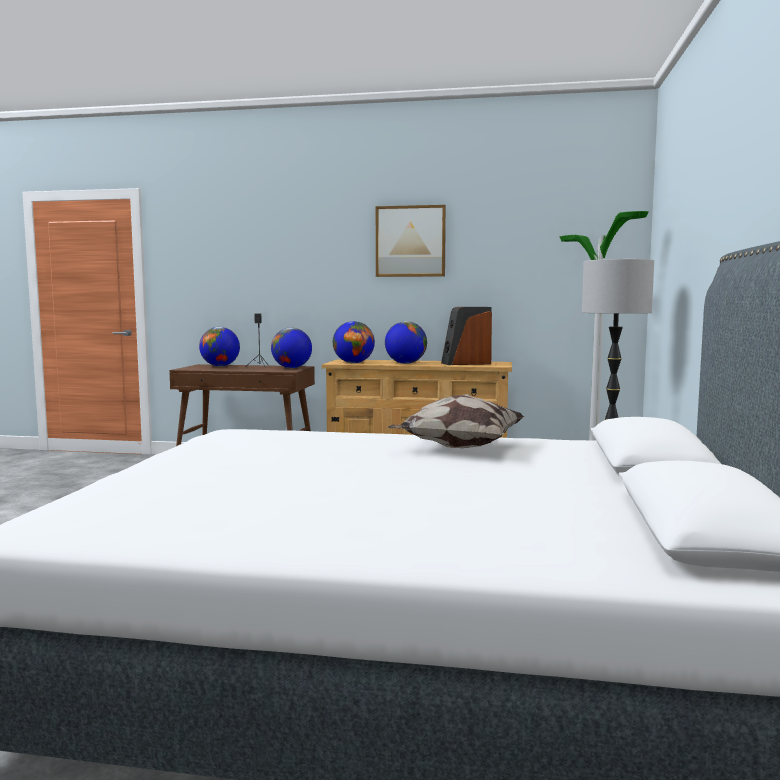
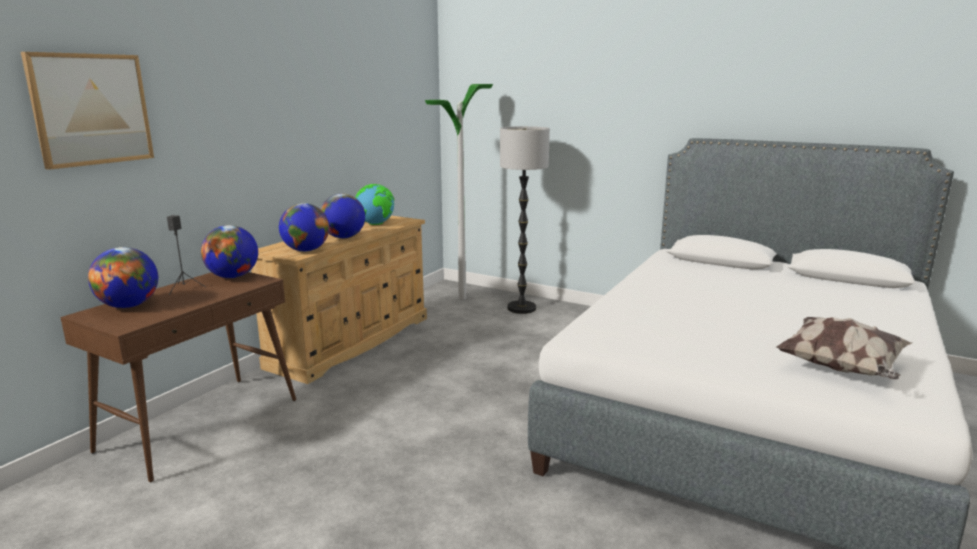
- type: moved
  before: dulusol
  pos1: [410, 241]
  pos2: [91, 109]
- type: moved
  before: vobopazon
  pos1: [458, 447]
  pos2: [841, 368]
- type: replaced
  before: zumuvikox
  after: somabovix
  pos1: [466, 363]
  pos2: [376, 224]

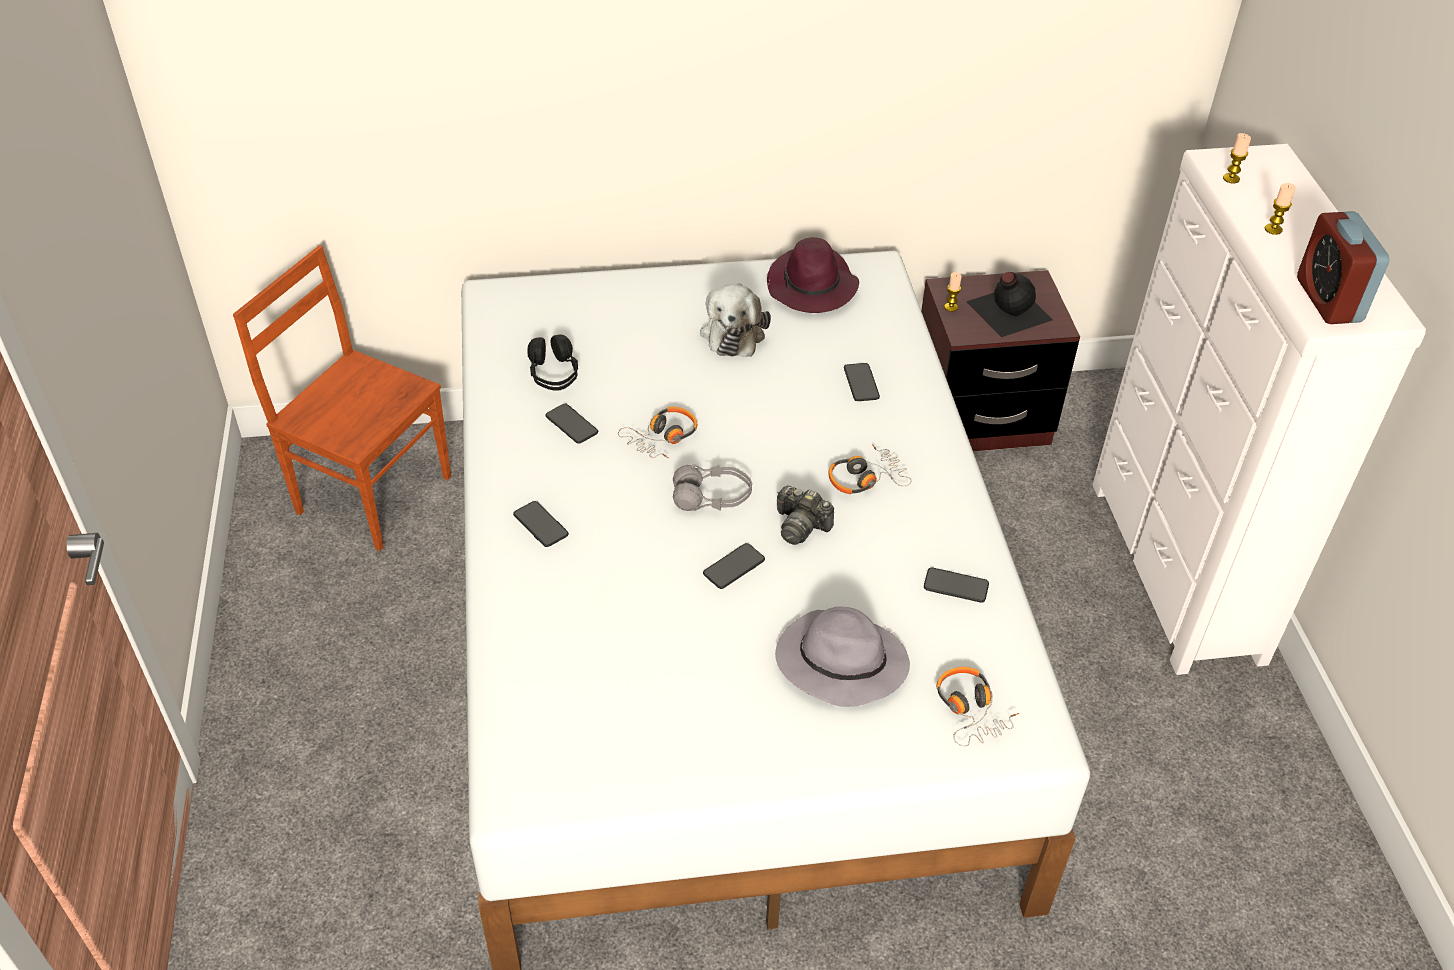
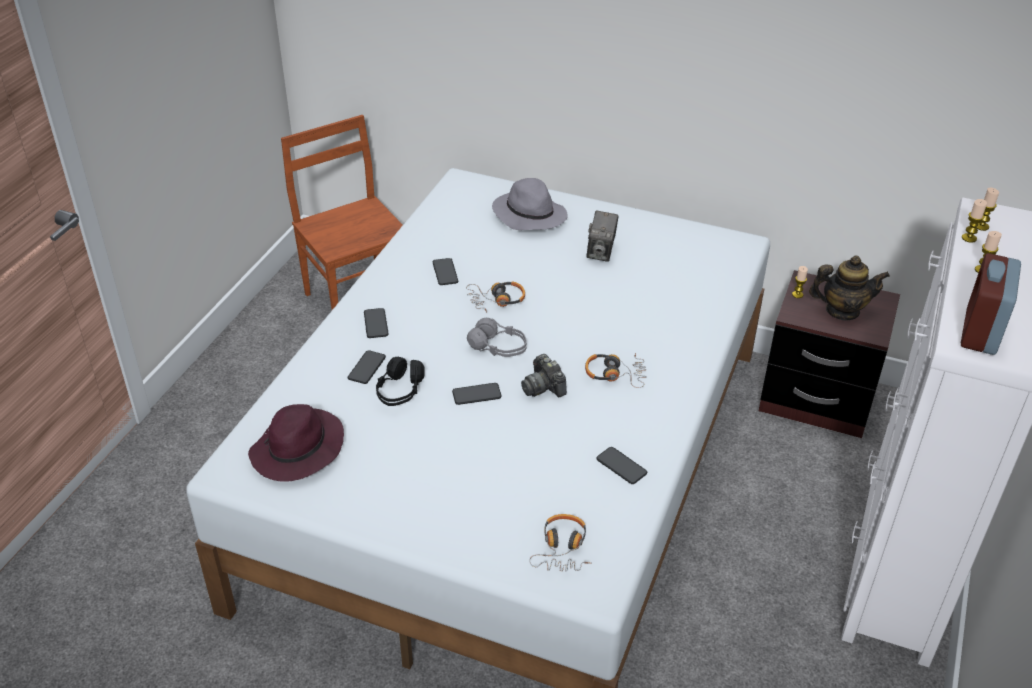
- type: moved
  before: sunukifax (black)
  pos1: [554, 374]
  pos2: [400, 391]
- type: replaced
  before: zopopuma
  after: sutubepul
  pos1: [733, 332]
  pos2: [601, 252]
- type: moved
  before: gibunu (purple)
  pos1: [812, 287]
  pos2: [298, 451]
- type: moved
  before: gibunu (grey)
  pos1: [839, 663]
  pos2: [528, 215]
- type: moved
  before: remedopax
  pos1: [861, 383]
  pos2: [366, 368]
- type: replaced
  before: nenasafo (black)
  after: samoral
  pos1: [1007, 310]
  pos2: [842, 311]
- type: added
  after: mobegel
  pos2: [969, 238]

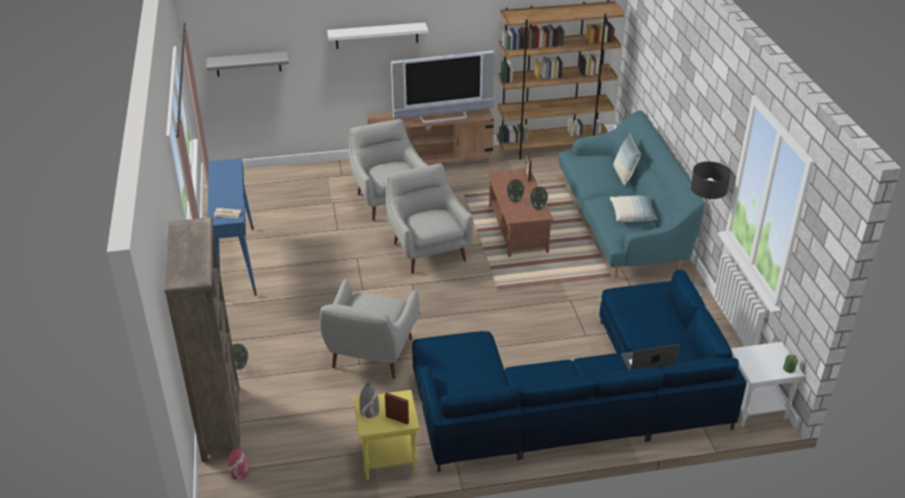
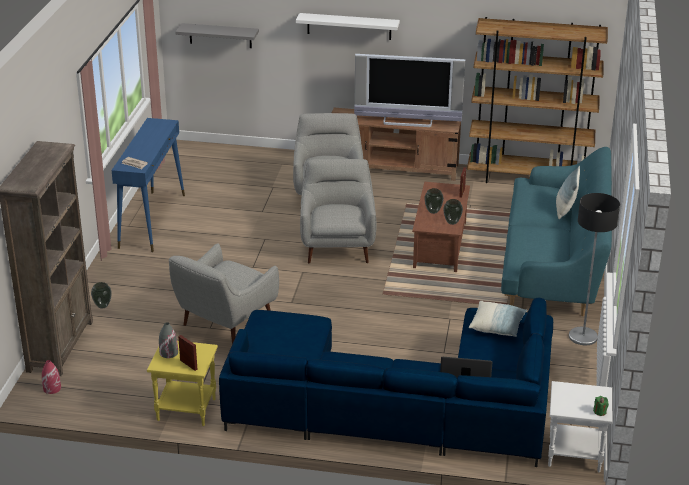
- type: moved
  before: vobopazon
  pos1: [632, 215]
  pos2: [497, 326]

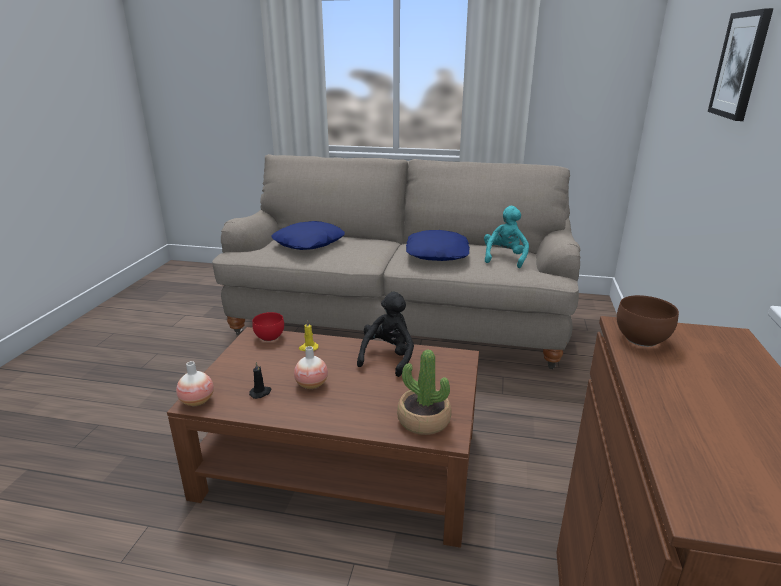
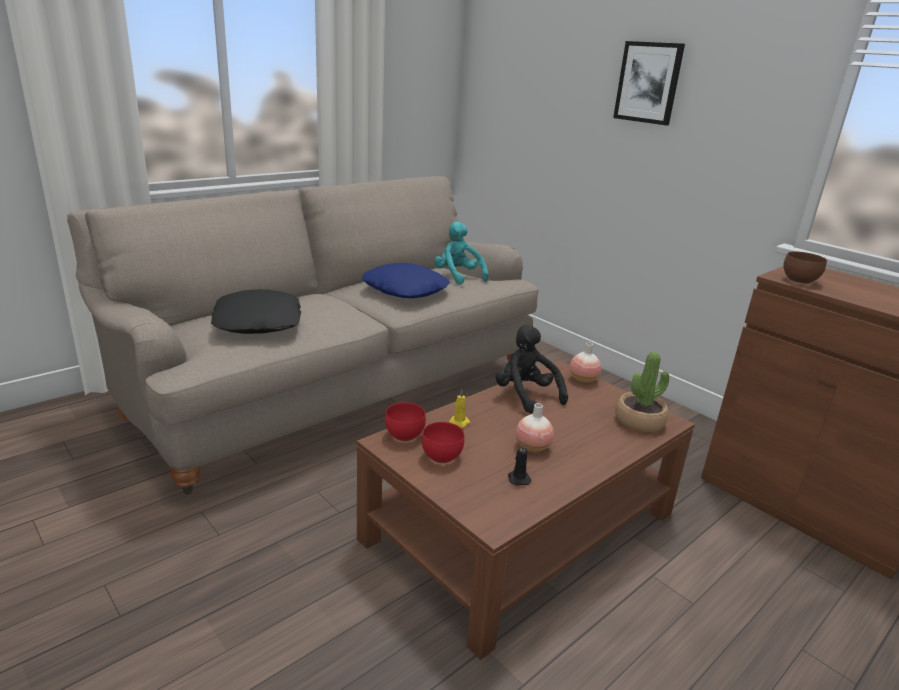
- type: moved
  before: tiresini
  pos1: [197, 401]
  pos2: [583, 379]
- type: recoloured
  before: vobopazon (blue)
  after: vobopazon (black)
  pos1: [309, 243]
  pos2: [259, 322]
- type: added
  after: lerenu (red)
  pos2: [443, 456]

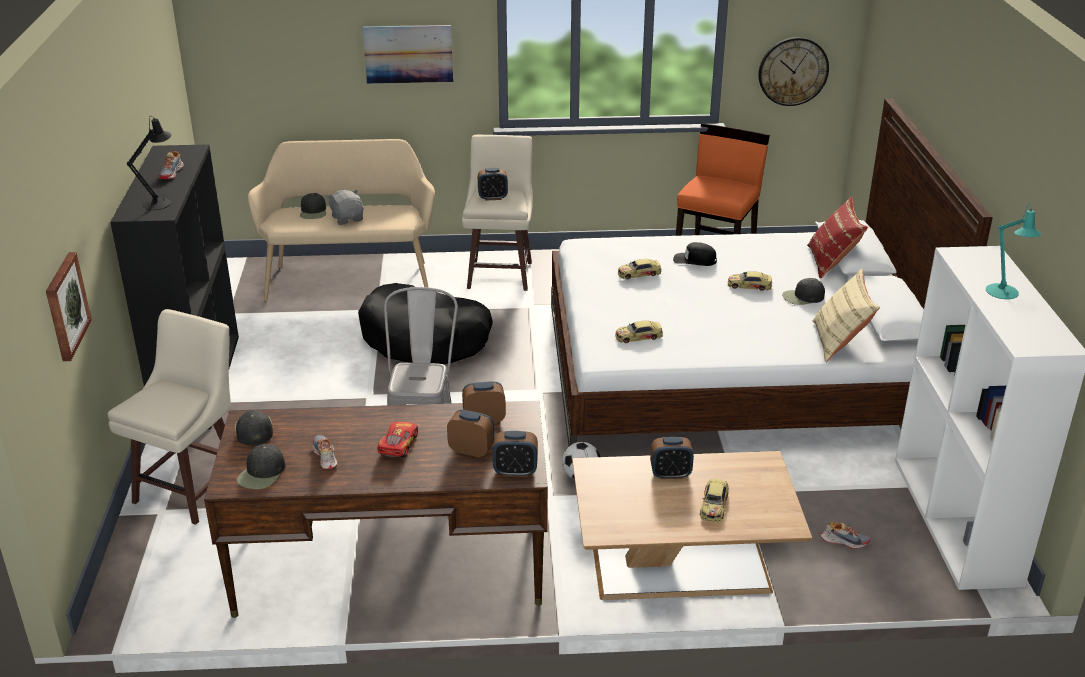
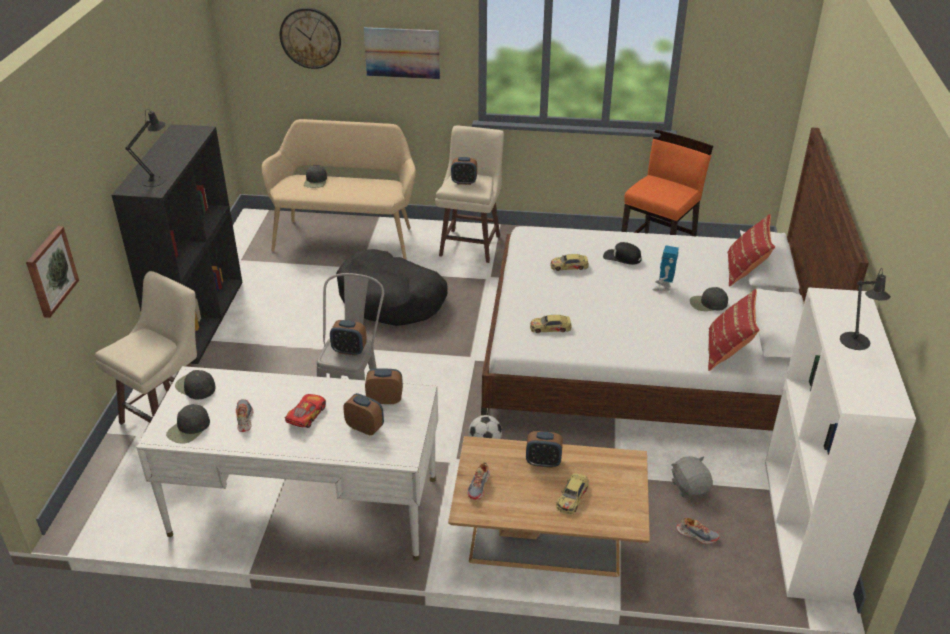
- type: moved
  before: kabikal
  pos1: [172, 173]
  pos2: [479, 486]
- type: recoloured
  before: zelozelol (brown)
  after: zelozelol (white)
  pos1: [390, 565]
  pos2: [305, 506]
- type: turned
  before: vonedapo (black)
  pos1: [253, 430]
  pos2: [195, 387]
  turn: -45
- type: moved
  before: zopopuma (grey)
  pos1: [348, 218]
  pos2: [690, 487]
- type: moved
  before: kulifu
  pos1: [515, 471]
  pos2: [349, 350]
- type: replaced
  before: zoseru
  after: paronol
  pos1: [749, 285]
  pos2: [663, 287]
- type: moved
  before: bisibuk
  pos1: [793, 71]
  pos2: [310, 38]
- type: recoloured
  before: vobopazon (beige)
  after: vobopazon (red)
  pos1: [839, 342]
  pos2: [727, 352]
- type: recoloured
  before: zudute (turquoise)
  after: zudute (black)
  pos1: [1004, 294]
  pos2: [856, 344]

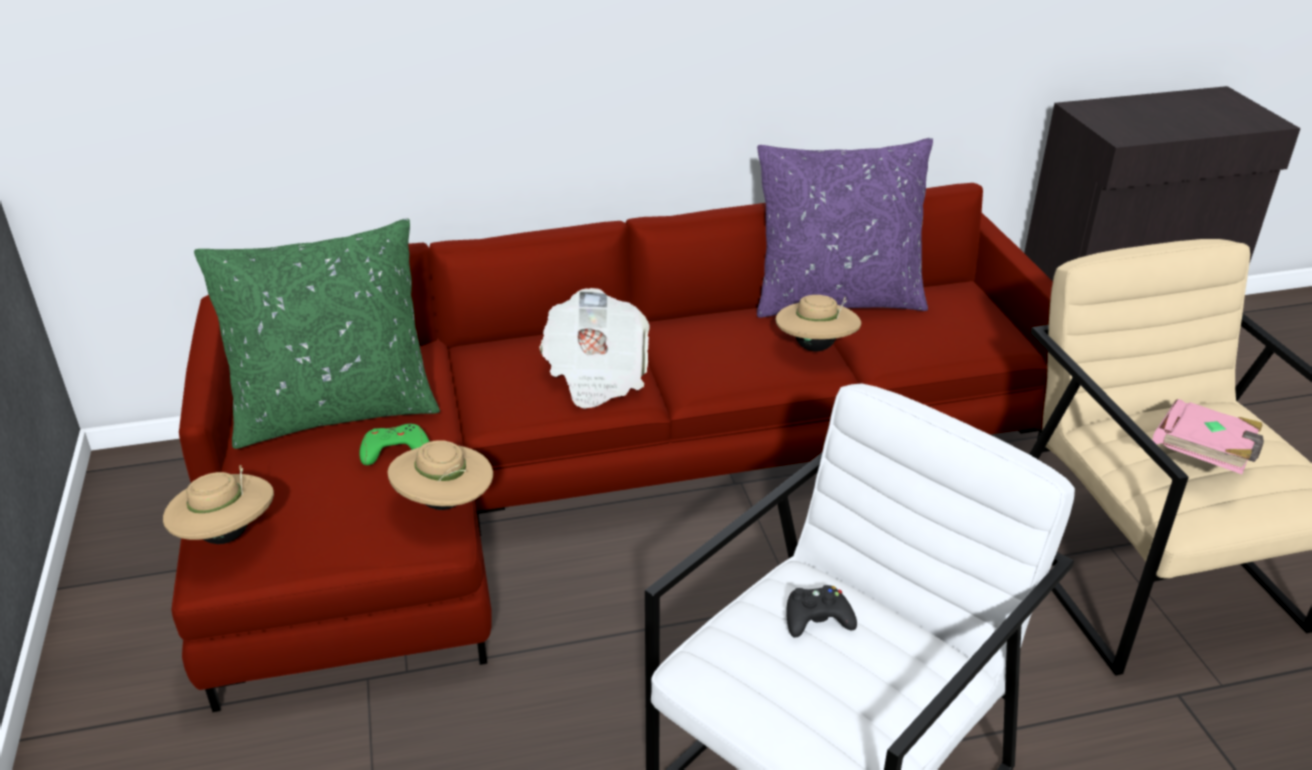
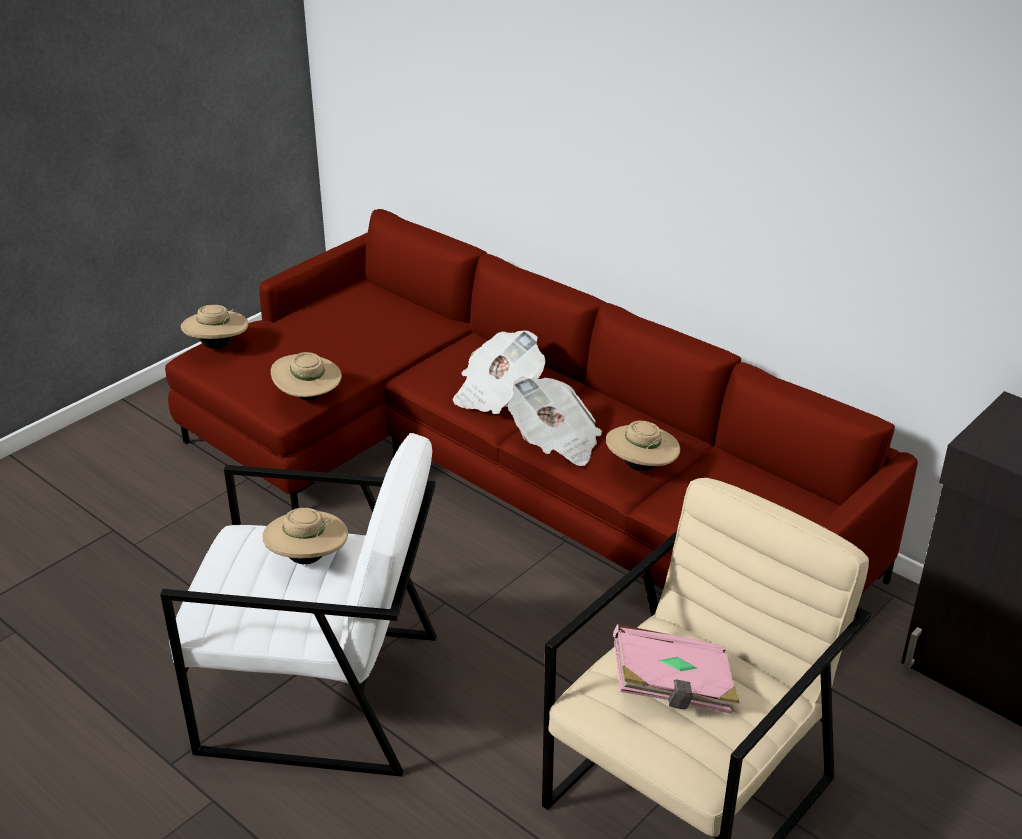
- type: removed
  before: vobopazon (green)
  pos1: [336, 411]
- type: removed
  before: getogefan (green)
  pos1: [395, 450]
- type: removed
  before: vobopazon (purple)
  pos1: [836, 299]
- type: replaced
  before: getogefan (black)
  after: gibunu (beige)
  pos1: [817, 619]
  pos2: [308, 558]
- type: added
  after: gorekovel
  pos2: [555, 441]

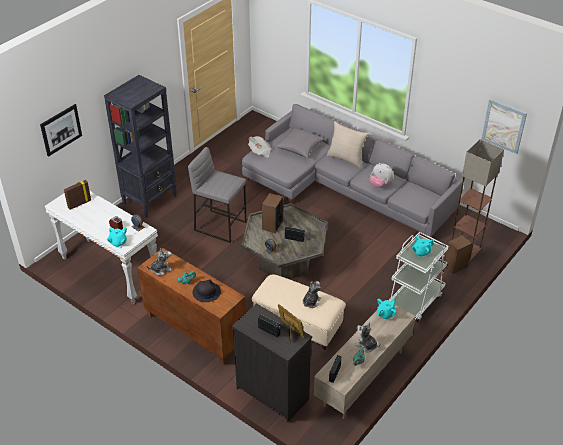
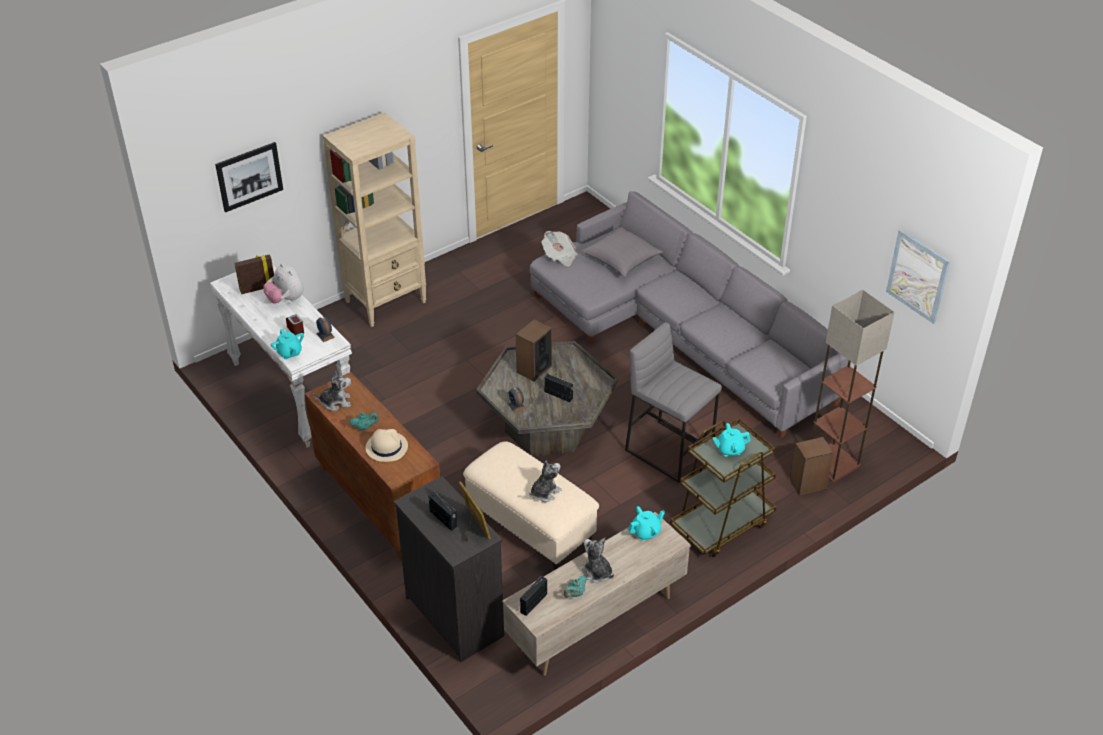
- type: recoloured
  before: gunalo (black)
  after: gunalo (beige)
  pos1: [150, 200]
  pos2: [386, 301]
- type: moved
  before: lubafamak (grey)
  pos1: [220, 226]
  pos2: [669, 451]
- type: recoloured
  before: gibunu (black)
  after: gibunu (beige)
  pos1: [206, 292]
  pos2: [386, 447]
- type: removed
  before: vobopazon (beige)
  pos1: [346, 158]
- type: moved
  before: zopopuma
  pos1: [380, 184]
  pos2: [286, 299]
- type: recoloured
  before: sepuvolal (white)
  after: sepuvolal (brown)
  pos1: [414, 301]
  pos2: [721, 524]

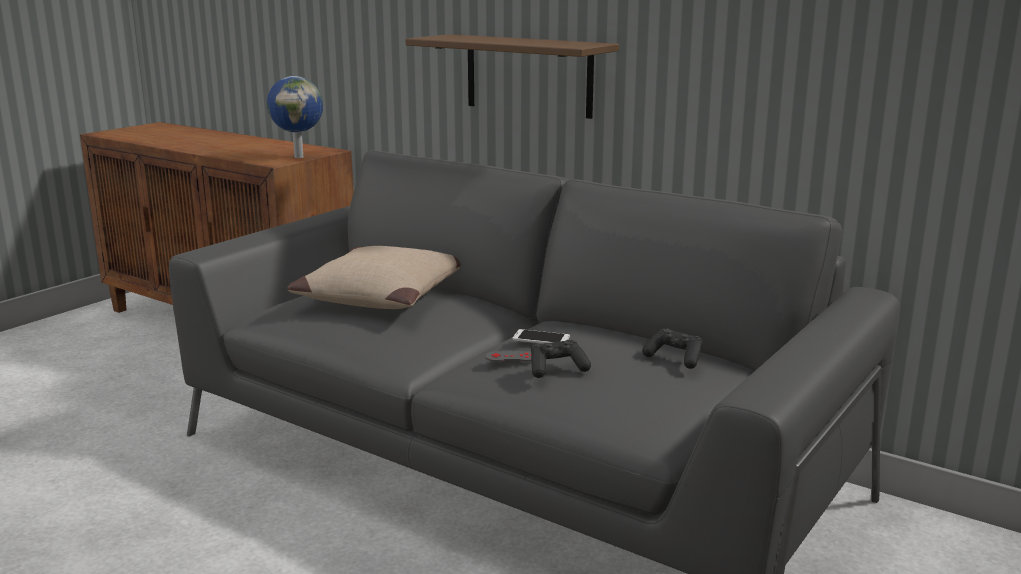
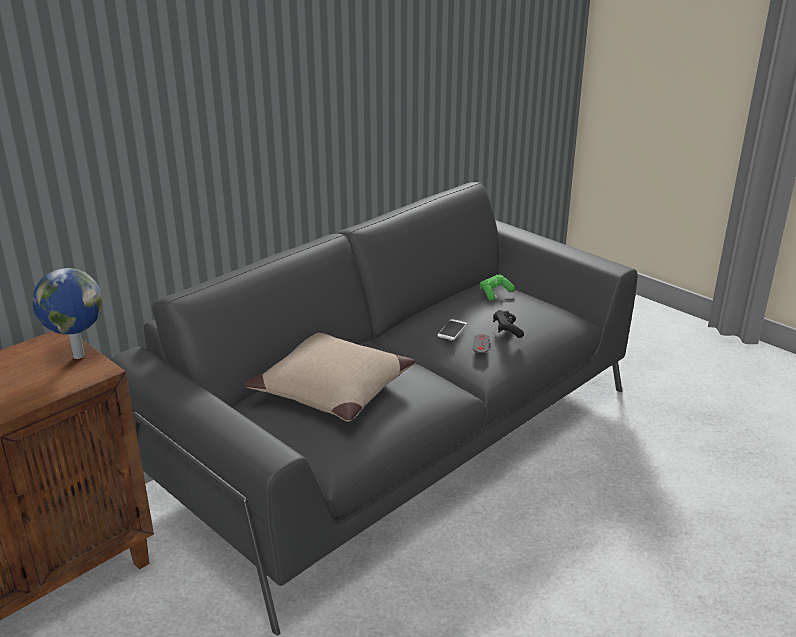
- type: removed
  before: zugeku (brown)
  pos1: [528, 75]
- type: recoloured
  before: getogefan (black)
  after: getogefan (green)
  pos1: [675, 358]
  pos2: [495, 293]

